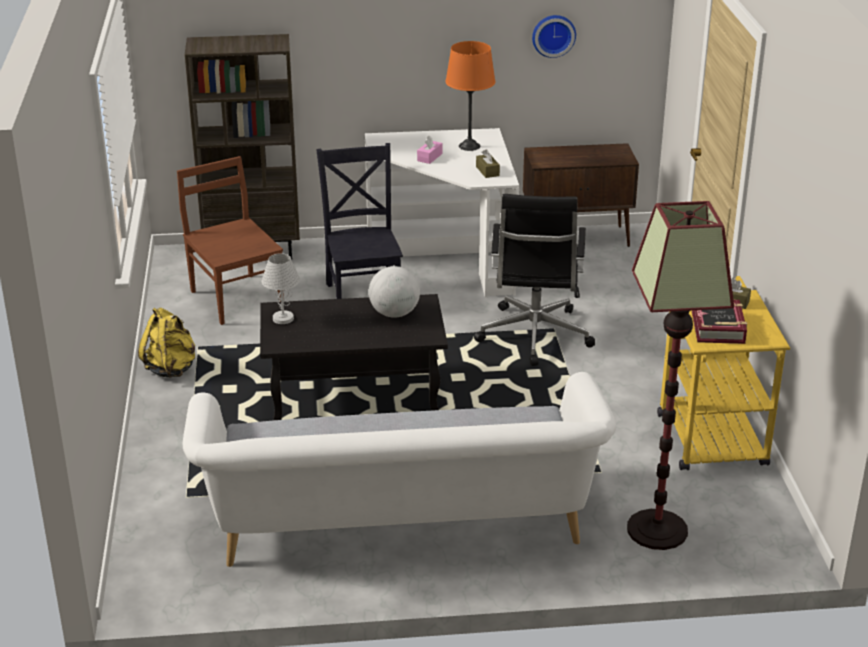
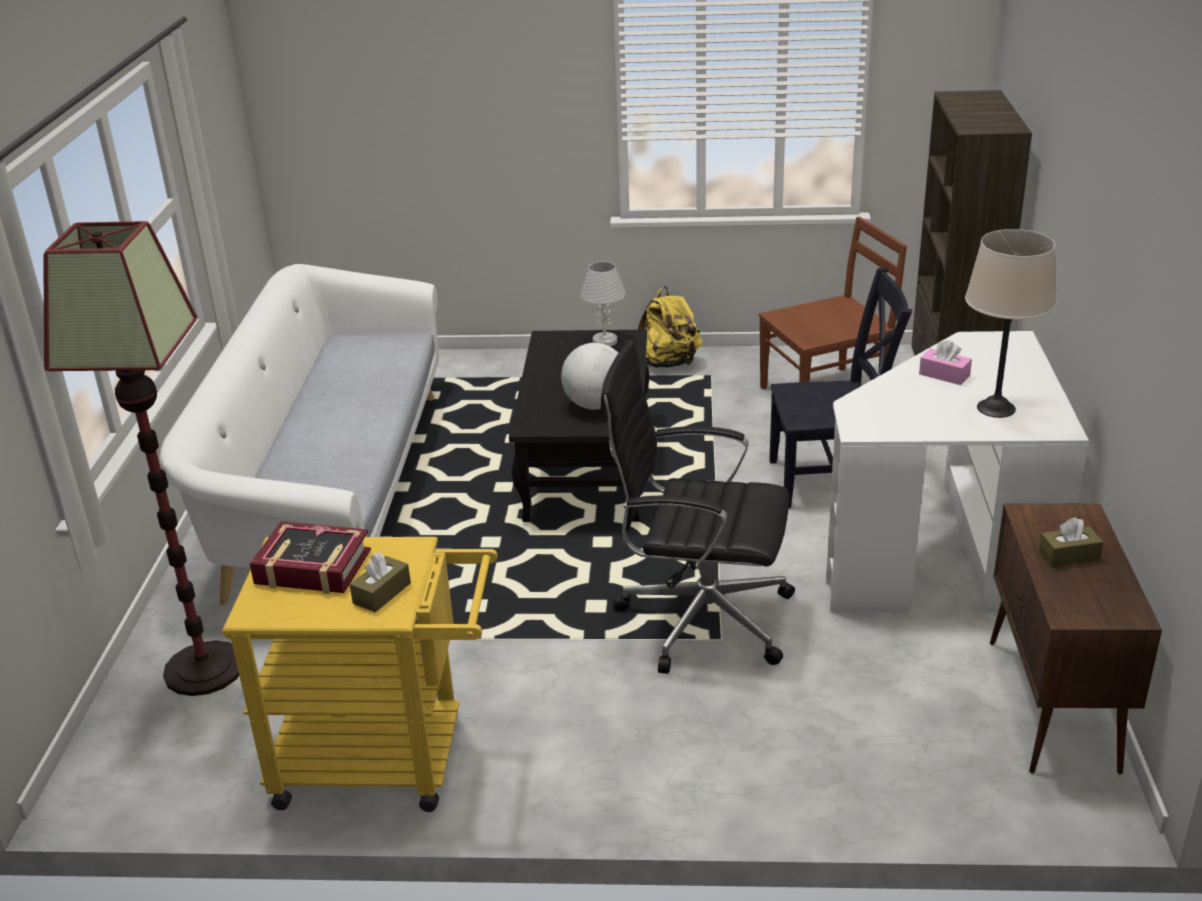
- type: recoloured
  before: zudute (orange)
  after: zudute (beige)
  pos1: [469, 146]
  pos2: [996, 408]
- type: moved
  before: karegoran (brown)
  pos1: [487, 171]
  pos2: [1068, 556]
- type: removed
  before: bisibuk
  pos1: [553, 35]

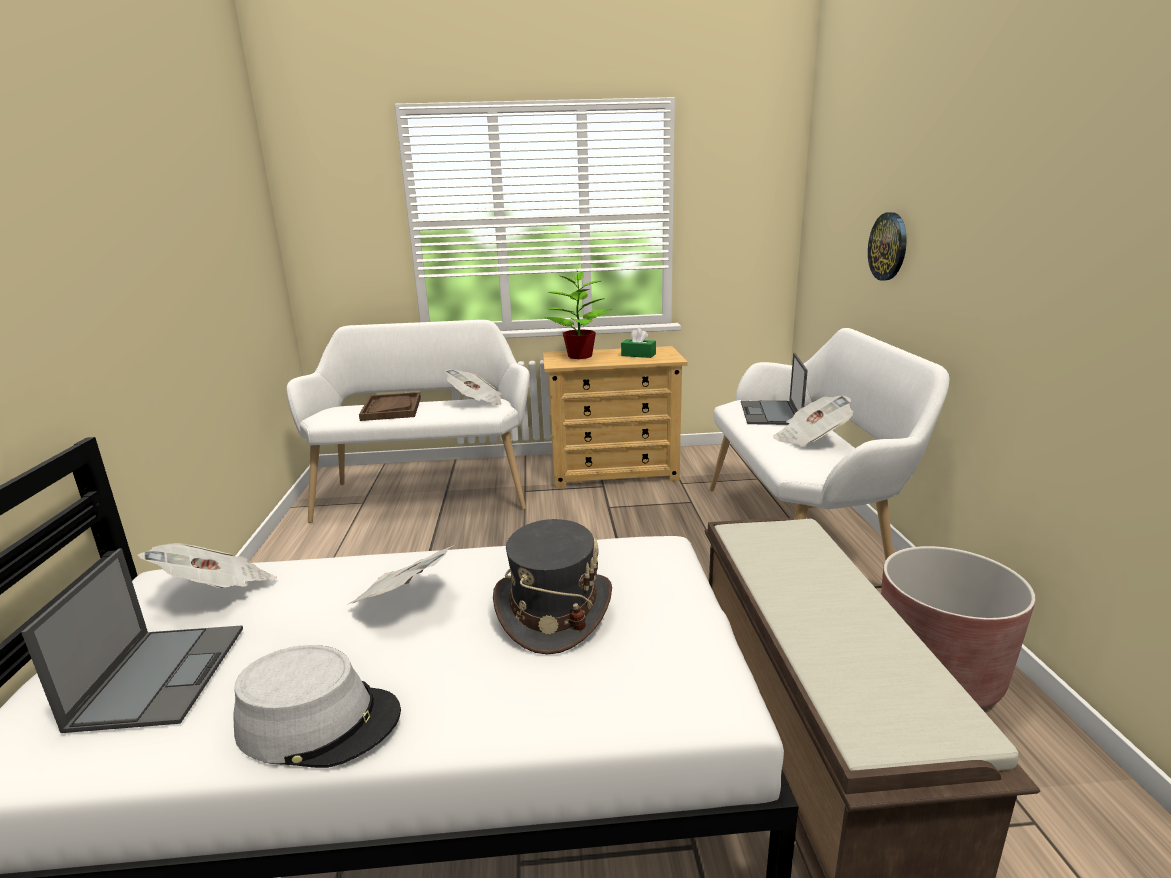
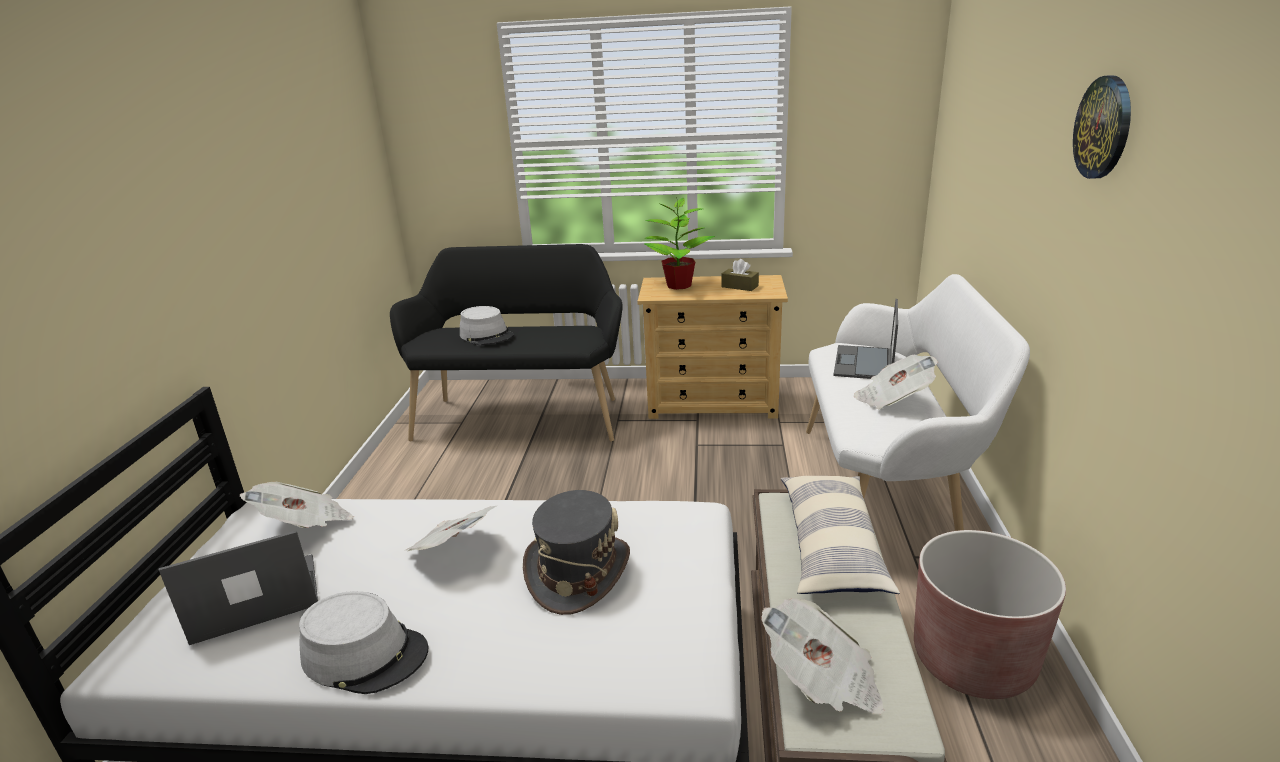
- type: turned
  before: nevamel
  pos1: [161, 674]
  pos2: [253, 599]
  turn: -120
- type: recoloured
  before: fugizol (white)
  after: fugizol (black)
  pos1: [426, 492]
  pos2: [522, 415]
- type: replaced
  before: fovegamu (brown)
  after: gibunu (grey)
  pos1: [391, 408]
  pos2: [487, 335]
- type: moved
  before: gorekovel
  pos1: [477, 402]
  pos2: [822, 681]
- type: recoloured
  before: karegoran (green)
  after: karegoran (brown)
  pos1: [638, 355]
  pos2: [739, 286]
- type: moved
  before: bisibuk
  pos1: [888, 246]
  pos2: [1103, 128]
- type: added
  after: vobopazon
  pos2: [831, 547]

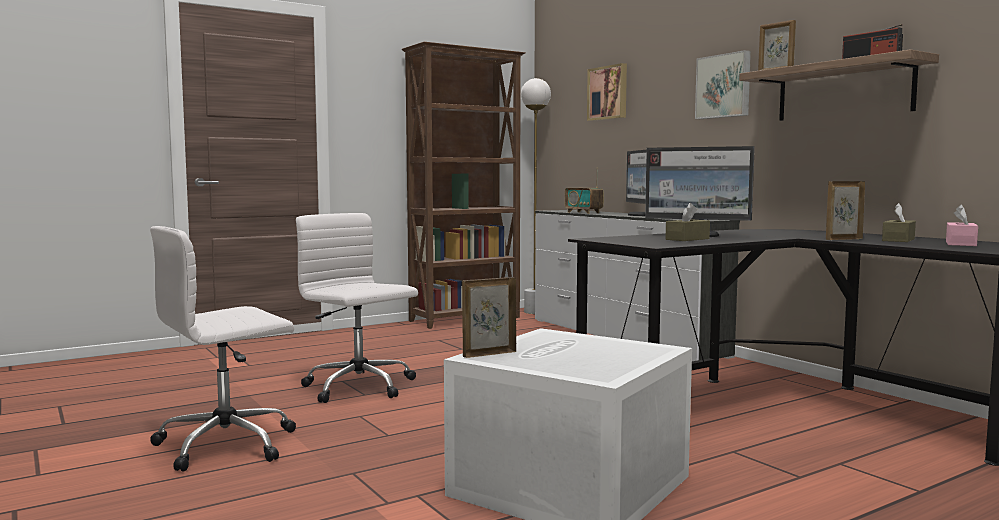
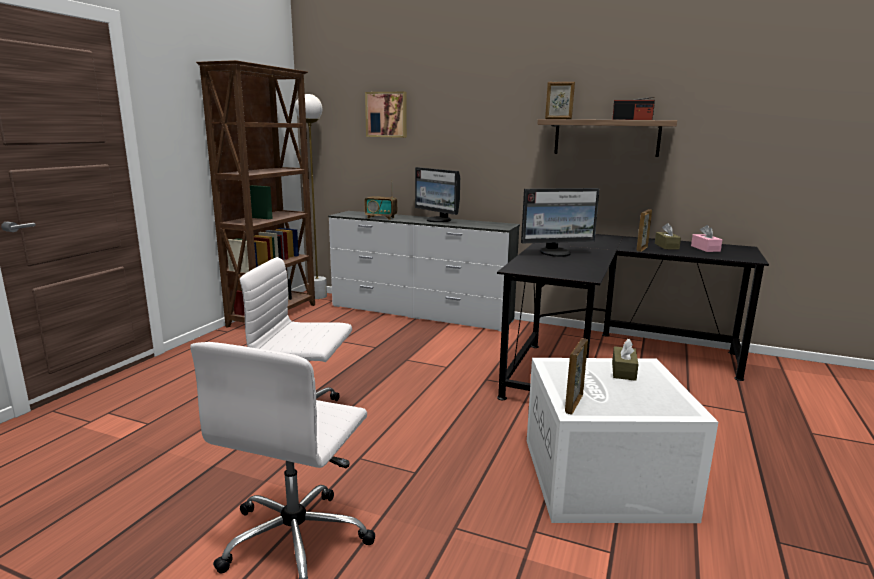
- type: moved
  before: karegoran (brown)
  pos1: [687, 239]
  pos2: [623, 371]
- type: removed
  before: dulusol
  pos1: [724, 86]

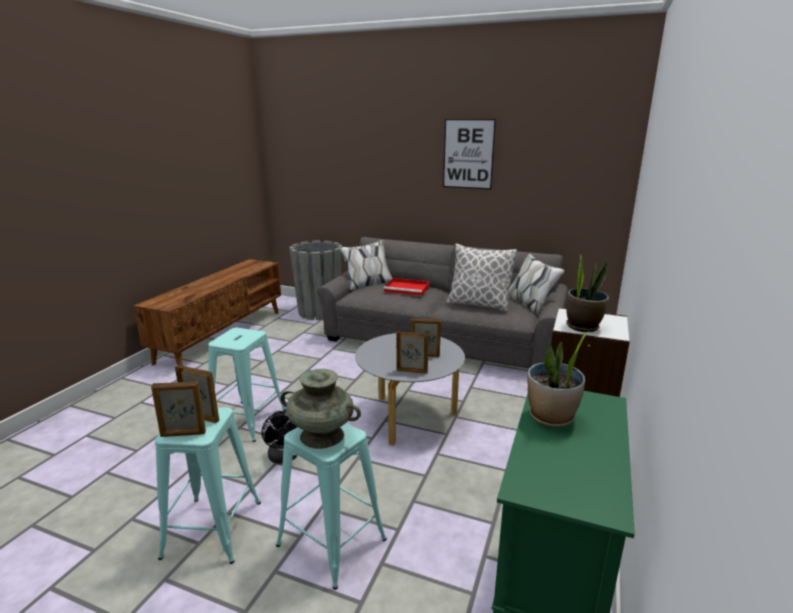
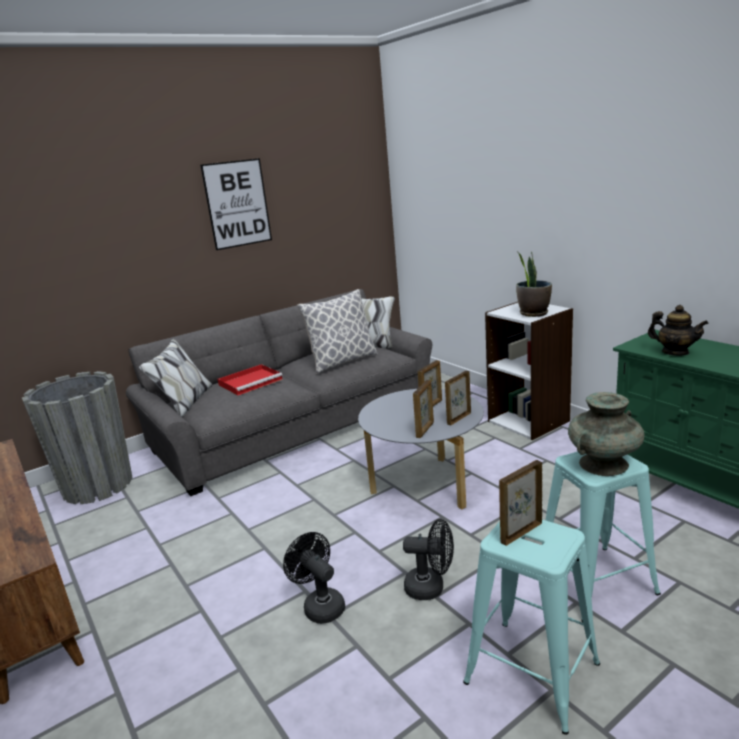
- type: moved
  before: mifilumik
  pos1: [183, 434]
  pos2: [425, 430]
- type: replaced
  before: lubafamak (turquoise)
  after: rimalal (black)
  pos1: [248, 420]
  pos2: [320, 605]
- type: replaced
  before: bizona
  after: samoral
  pos1: [551, 417]
  pos2: [675, 352]

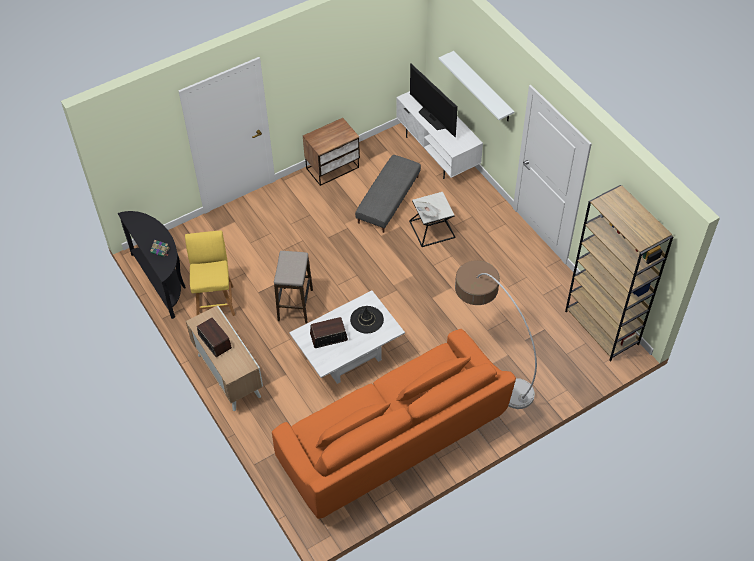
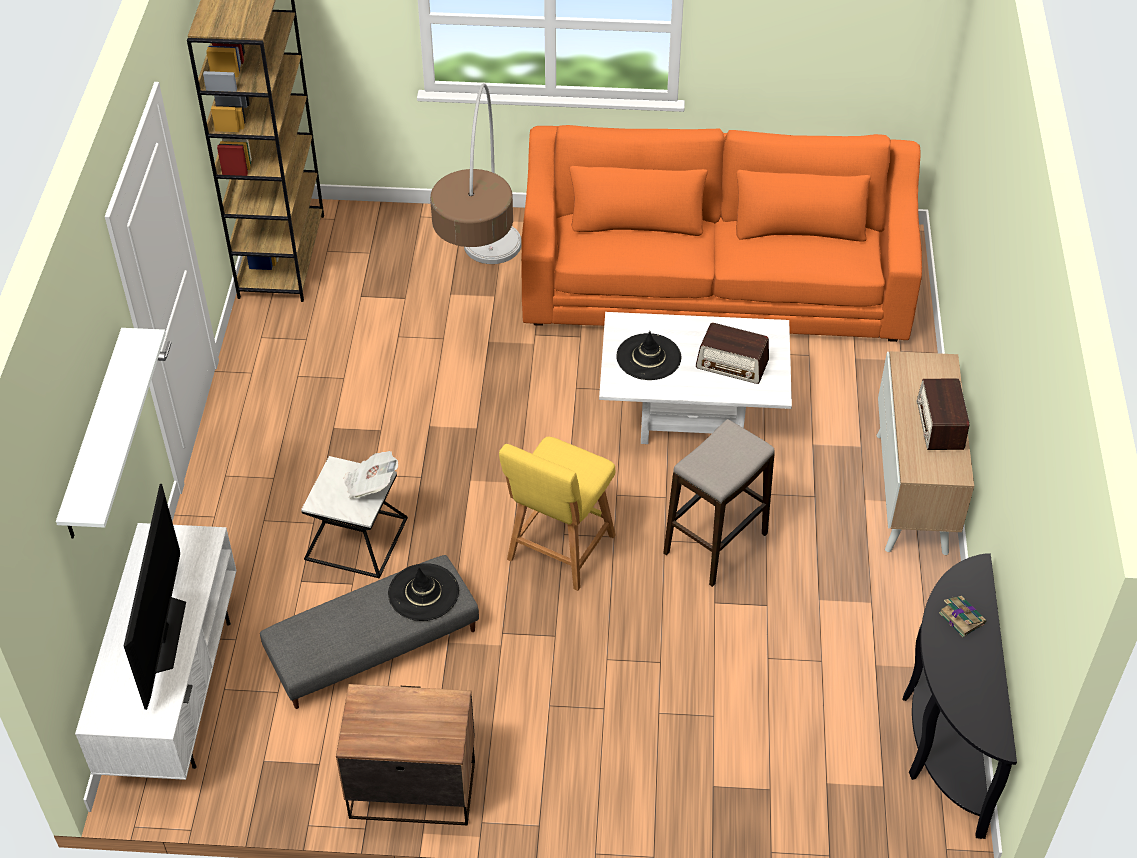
- type: moved
  before: lubafamak (yellow)
  pos1: [215, 300]
  pos2: [558, 551]
- type: added
  after: gibunu (black)
  pos2: [423, 593]

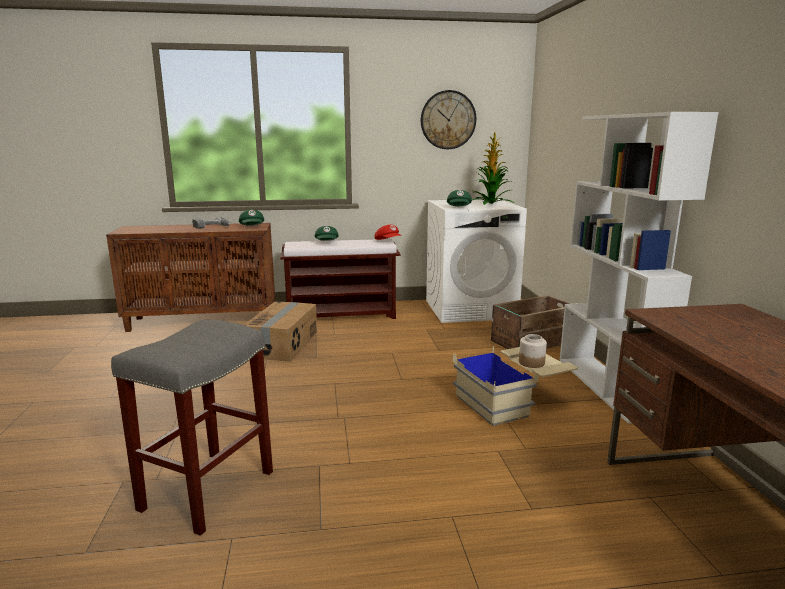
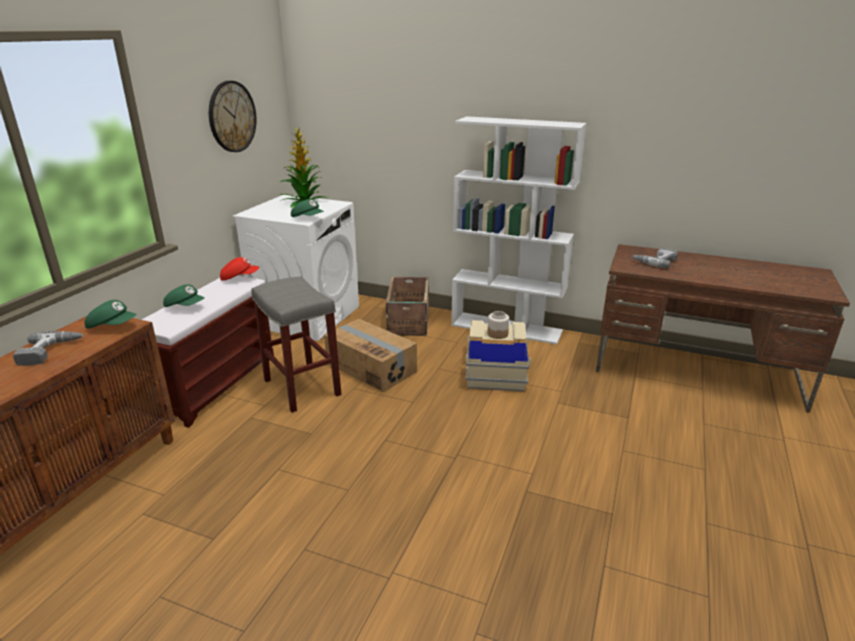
- type: moved
  before: lubafamak (grey)
  pos1: [208, 489]
  pos2: [301, 387]
- type: moved
  before: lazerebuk
  pos1: [283, 344]
  pos2: [371, 367]
- type: added
  after: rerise
  pos2: [654, 261]

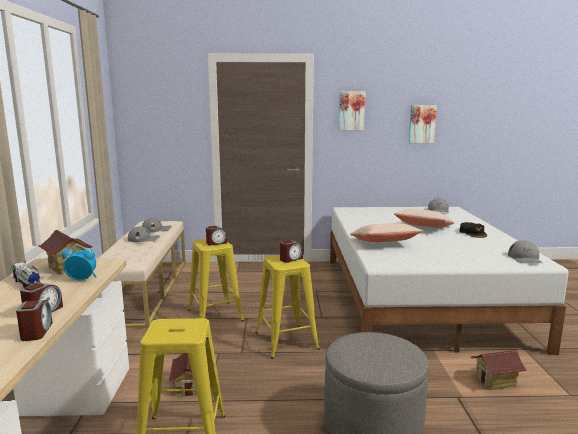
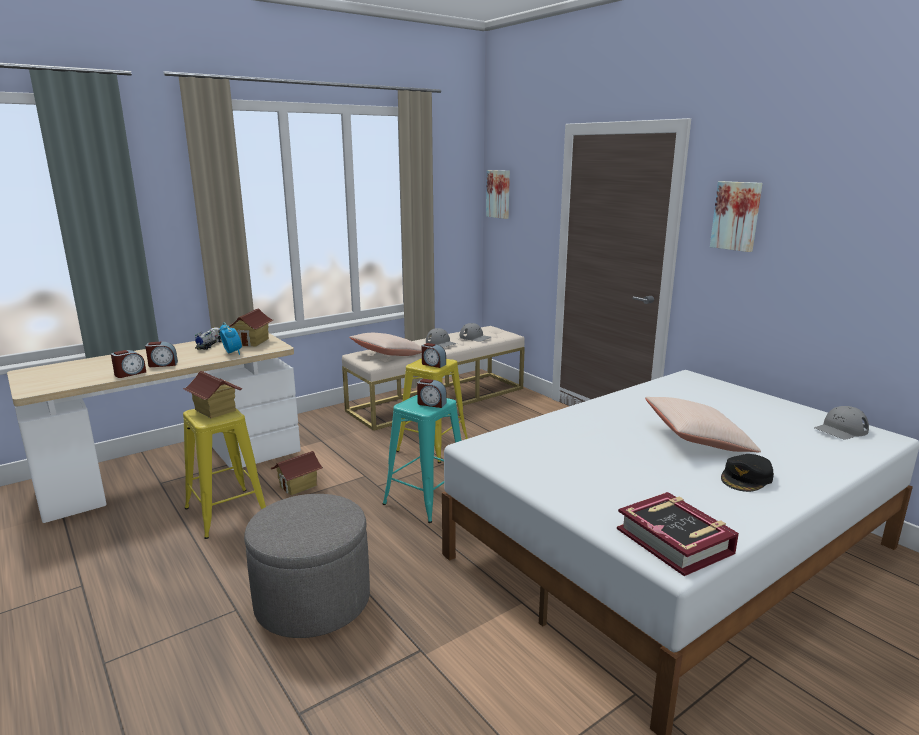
- type: recoloured
  before: lubafamak (yellow)
  after: lubafamak (turquoise)
  pos1: [286, 340]
  pos2: [426, 499]
- type: moved
  before: vobopazon (beige)
  pos1: [384, 243]
  pos2: [388, 355]
- type: moved
  before: dulusol
  pos1: [422, 124]
  pos2: [499, 194]
- type: moved
  before: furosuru
  pos1: [496, 382]
  pos2: [215, 410]
- type: replaced
  before: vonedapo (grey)
  after: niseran
  pos1: [525, 258]
  pos2: [674, 541]

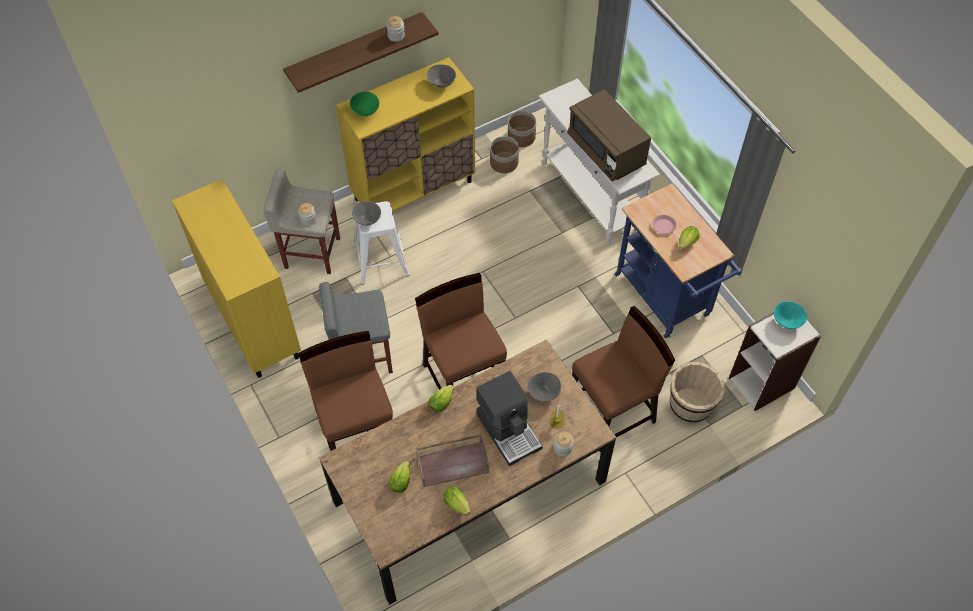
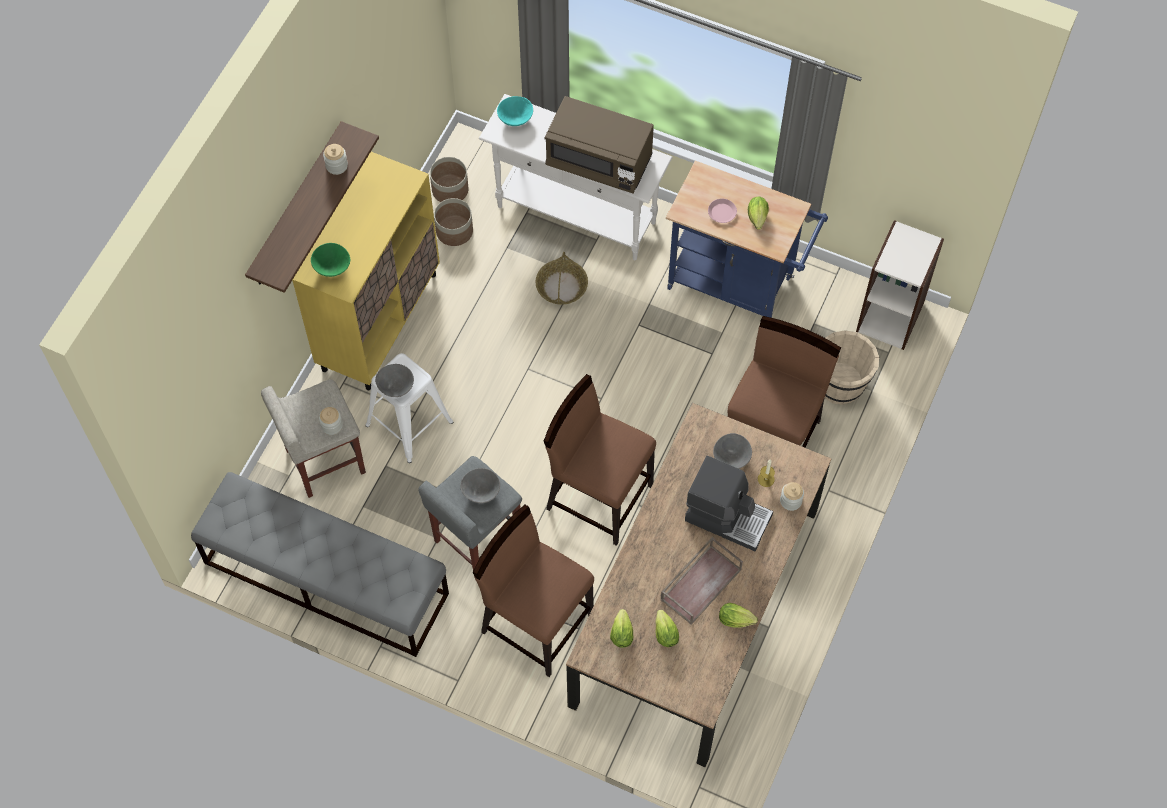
- type: replaced
  before: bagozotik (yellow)
  after: fugizol (grey)
  pos1: [253, 322]
  pos2: [325, 578]
- type: moved
  before: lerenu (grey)
  pos1: [441, 83]
  pos2: [480, 491]
- type: moved
  before: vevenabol
  pos1: [442, 401]
  pos2: [621, 631]
- type: moved
  before: lerenu (turquoise)
  pos1: [787, 321]
  pos2: [516, 119]
- type: added
  after: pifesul
  pos2: [561, 287]

